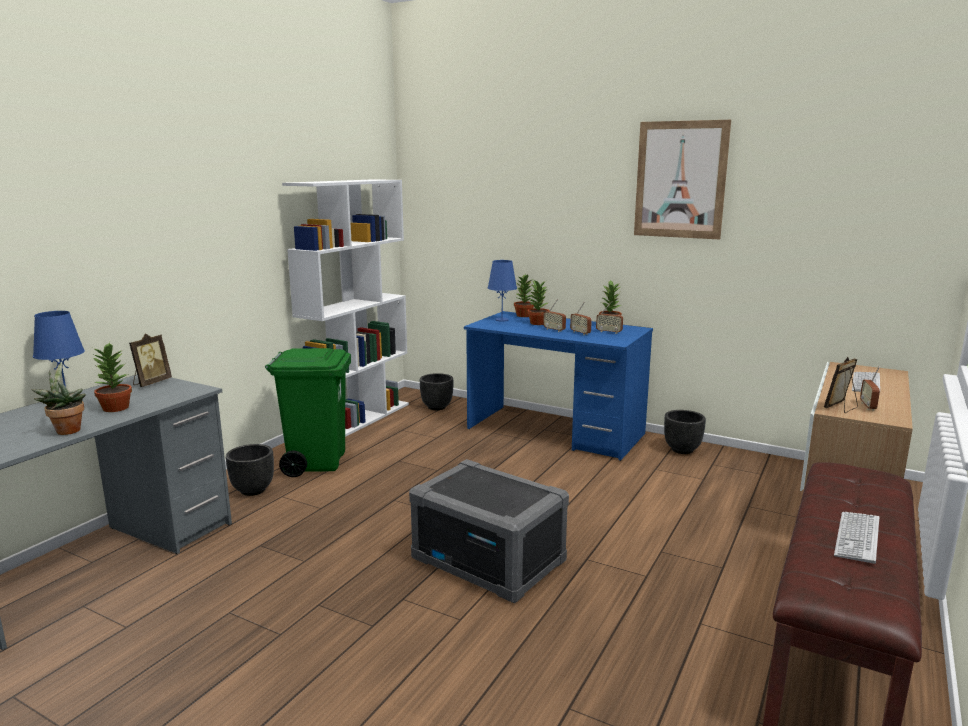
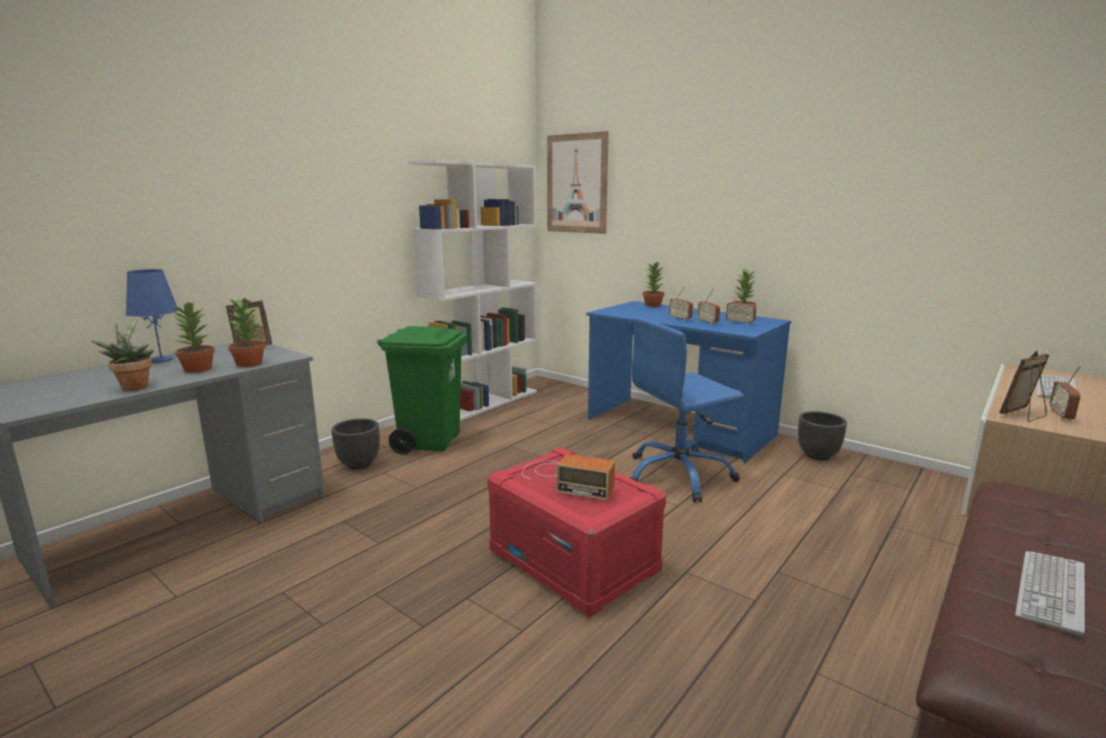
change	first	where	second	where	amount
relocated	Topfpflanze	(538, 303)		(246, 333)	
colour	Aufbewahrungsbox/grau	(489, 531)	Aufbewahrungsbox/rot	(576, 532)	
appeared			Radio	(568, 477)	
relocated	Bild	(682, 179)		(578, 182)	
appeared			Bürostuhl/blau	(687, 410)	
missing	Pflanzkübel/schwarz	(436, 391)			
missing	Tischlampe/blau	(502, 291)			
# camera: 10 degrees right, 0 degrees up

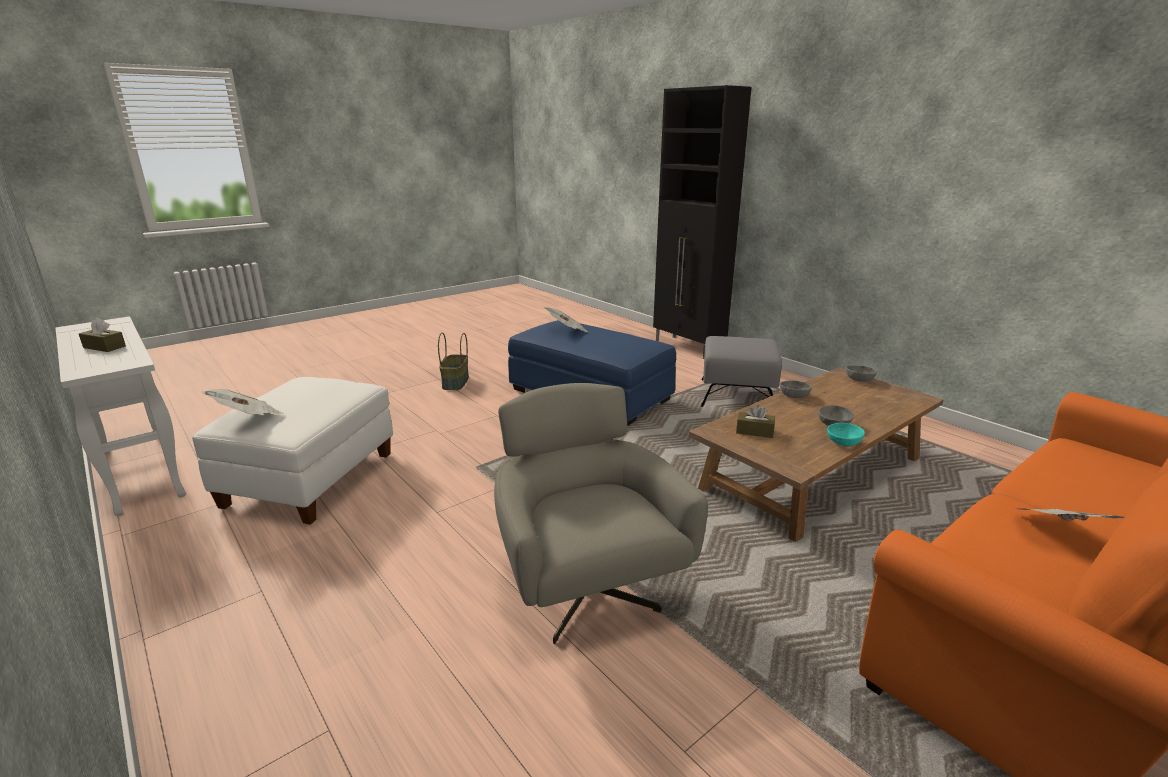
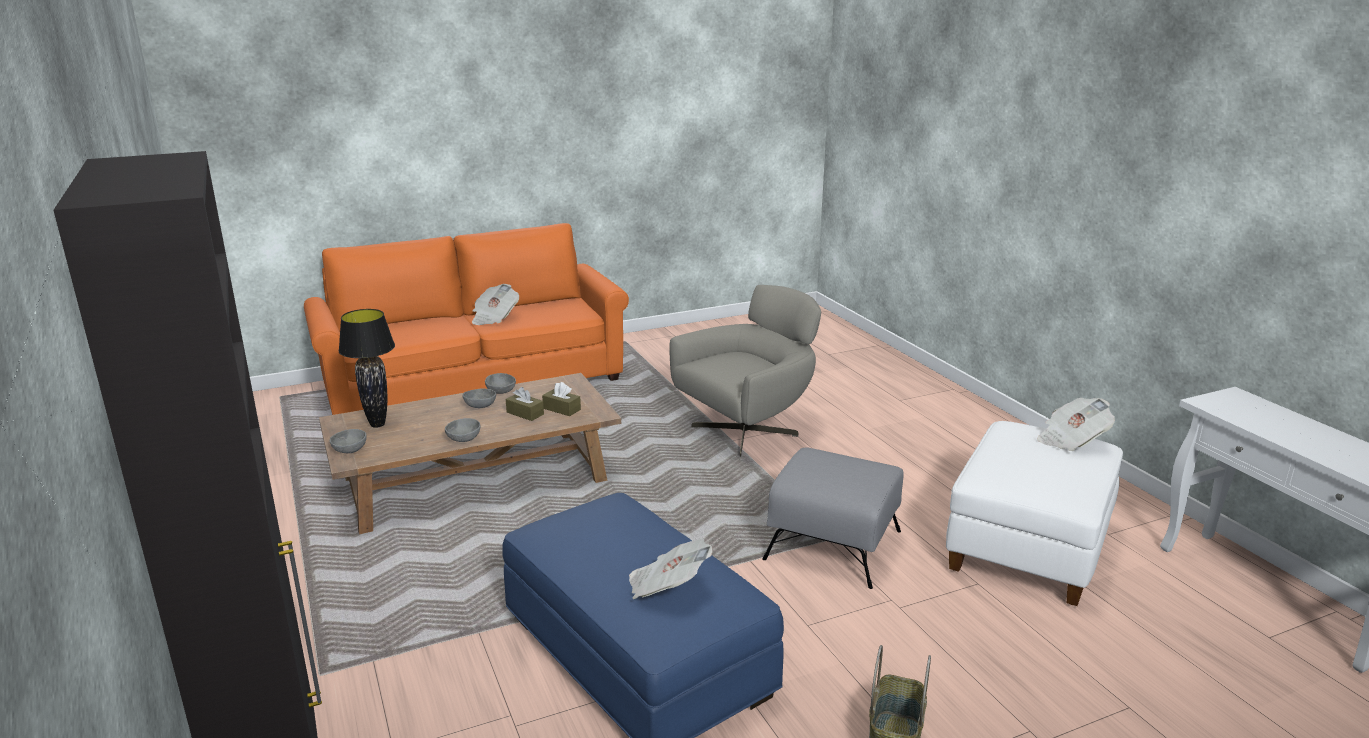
change	first	where	second	where	amount
appeared			Tischlampe/schwarz	(366, 368)	
colour	Schüssel/türkis	(846, 435)	Schüssel/grau	(500, 383)	
relocated	Taschentuchbox/braun	(102, 335)		(525, 404)	
spun	Sessel/grau	(601, 513)		(745, 371)	120 degrees counterclockwise
relocated	Polsterhocker/grau	(741, 371)		(833, 518)	
# camera: 165 degrees left, 0 degrees up

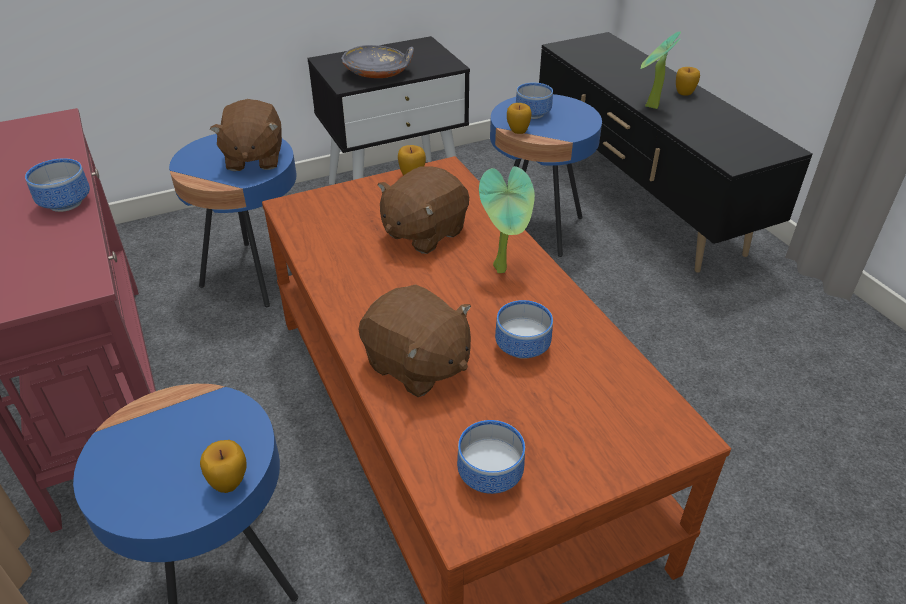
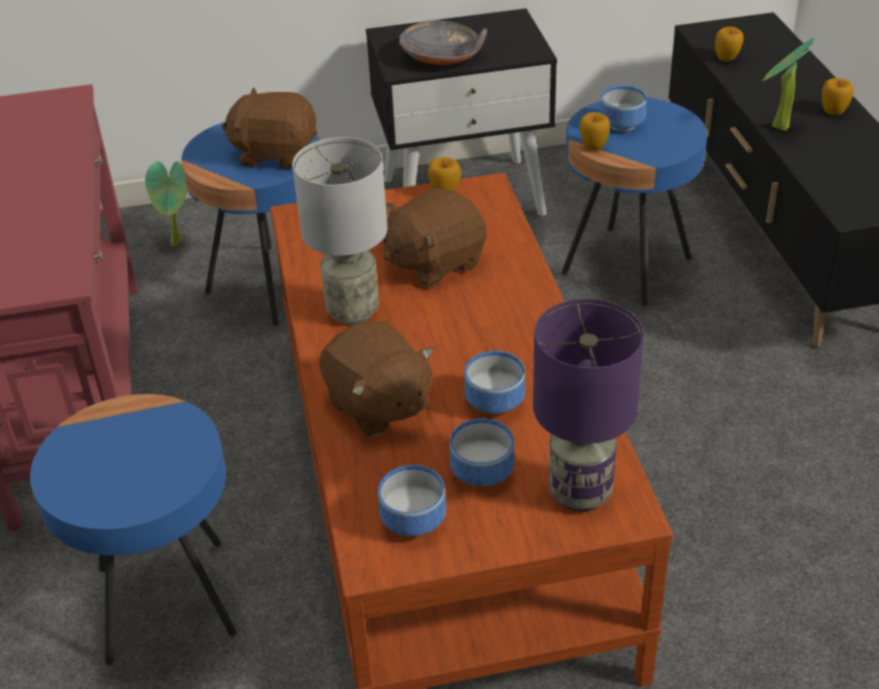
change	first	where	second	where	amount
relocated	Topfpflanze	(507, 219)		(166, 203)	
spun	Plüschtier/braun	(246, 135)		(269, 128)	90 degrees clockwise
appeared			Tischlampe/grau	(339, 231)	
relocated	Schüssel	(57, 185)		(482, 452)	
appeared			Tischlampe/lila	(588, 405)	
relocated	Apfel	(223, 466)		(729, 44)	
# camera: 15 degrees right, 0 degrees up

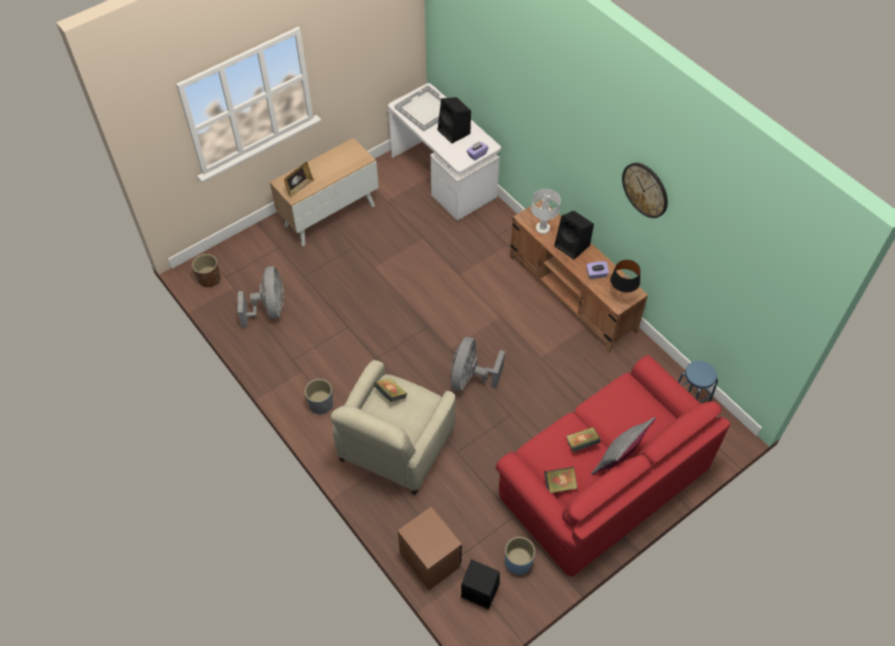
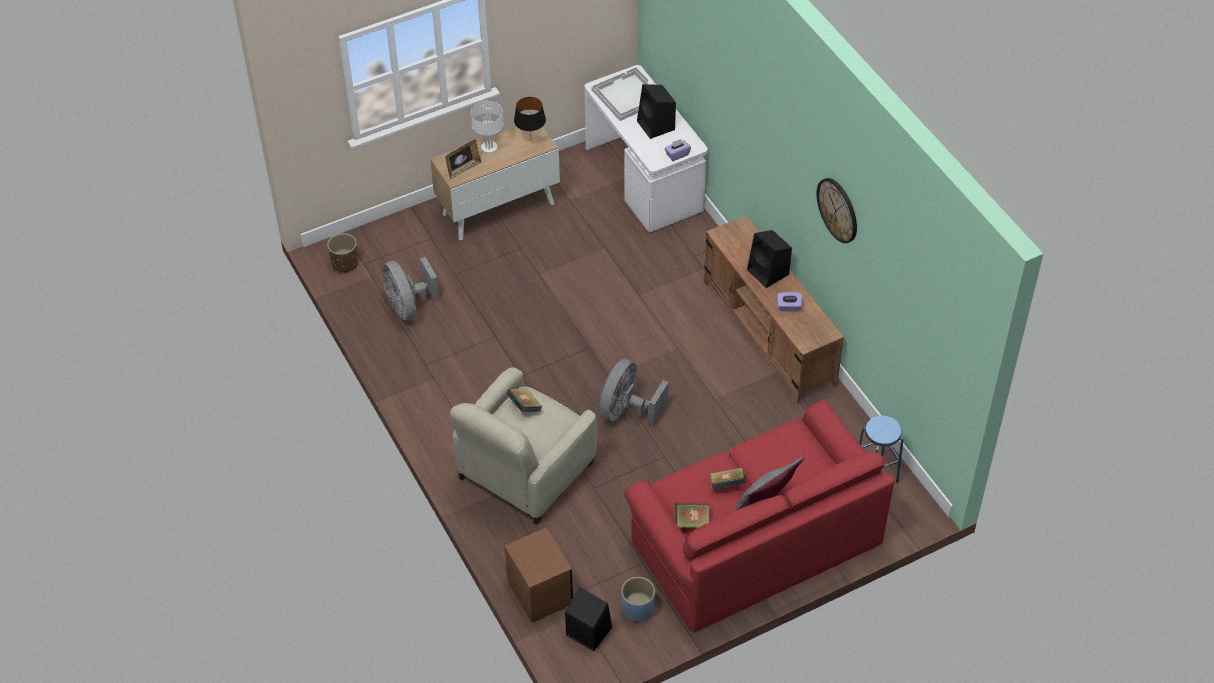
change	first	where	second	where	amount
spun	Ventilator/grau	(260, 297)		(410, 289)	150 degrees clockwise
relocated	Tischlampe/weiß	(546, 211)		(487, 127)	
relocated	Tischlampe/schwarz	(625, 278)		(530, 116)	
missing	Pflanzkübel/grau	(319, 396)			
# camera: 10 degrees right, 5 degrees down

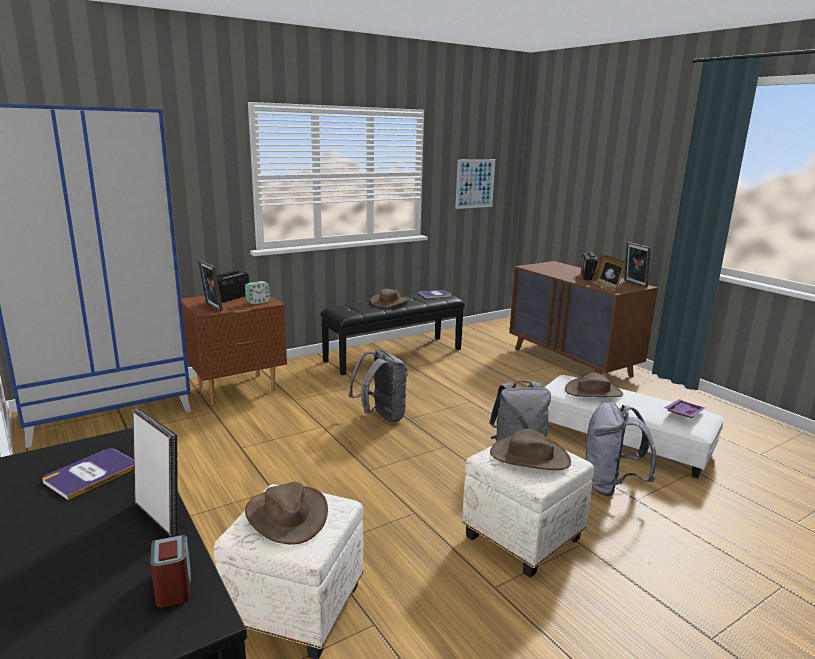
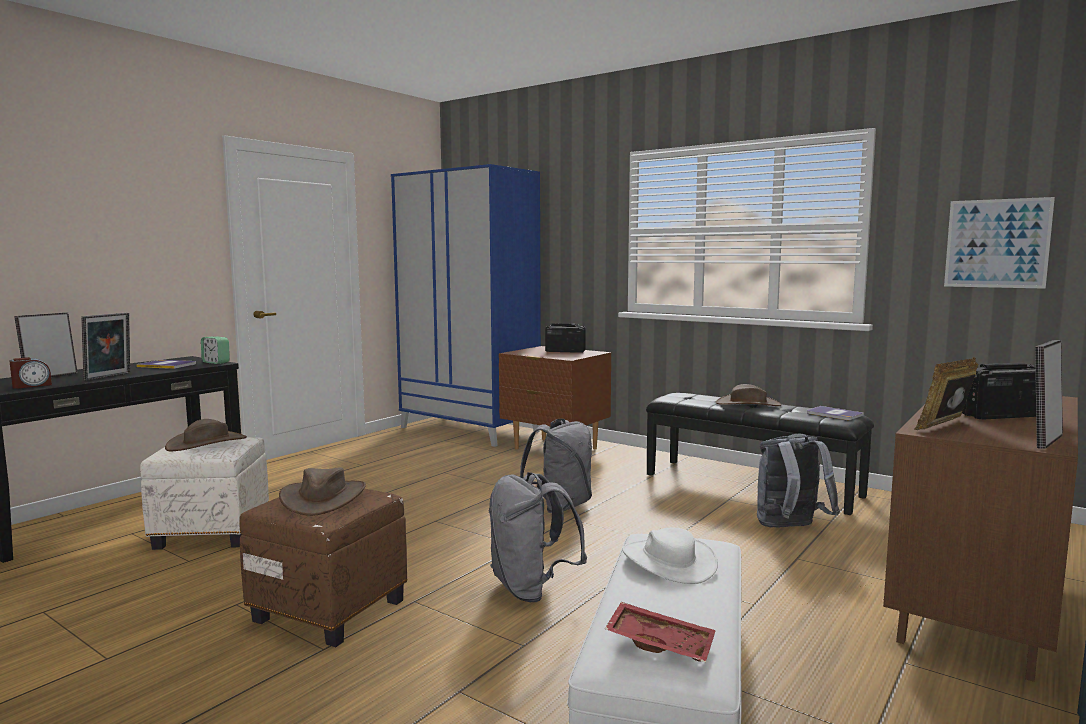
change	first	where	second	where	amount
relocated	Bilderrahmen	(210, 286)		(46, 345)	
relocated	Wecker	(257, 293)		(215, 350)	
colour	Polsterhocker/weiß	(528, 511)	Polsterhocker/braun	(323, 568)	
colour	Tablett/lila	(684, 408)	Tablett/rot	(660, 632)	
colour	Hut/braun	(594, 385)	Hut/weiß	(670, 556)	
relocated	Rucksack/grau	(621, 449)		(798, 481)	
# camera: 70 degrees right, 10 degrees down

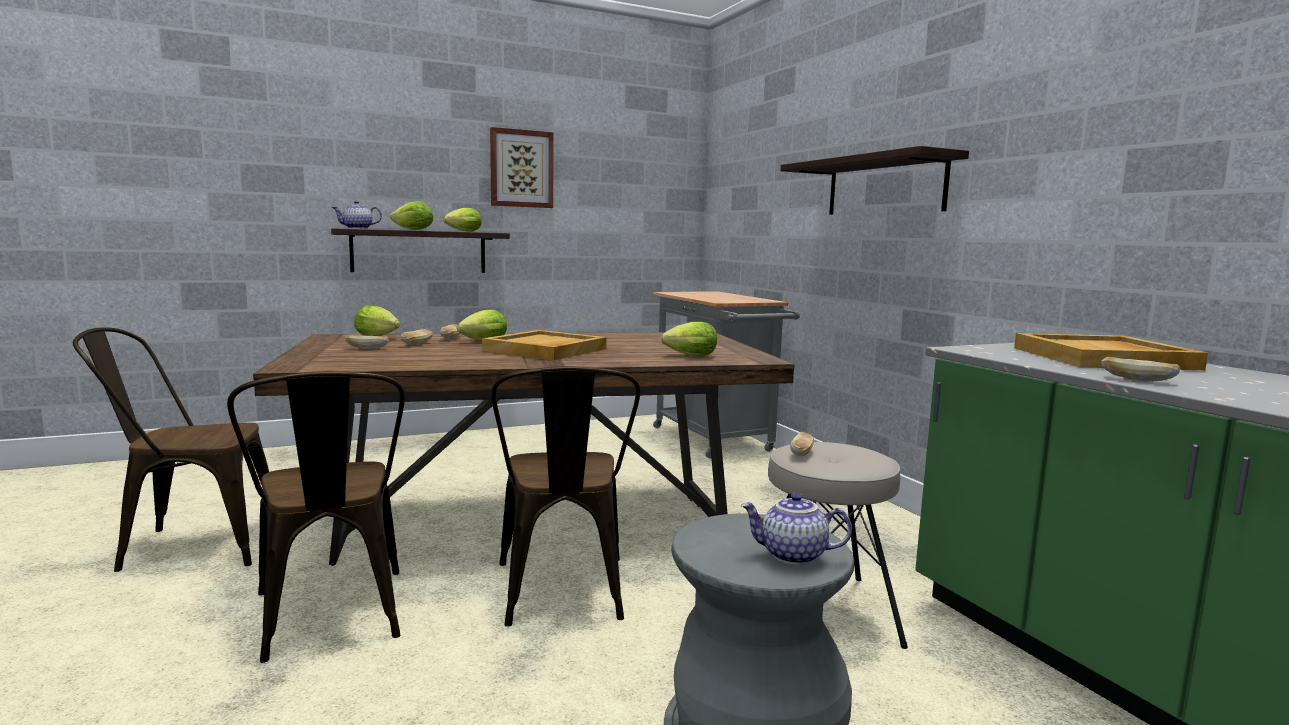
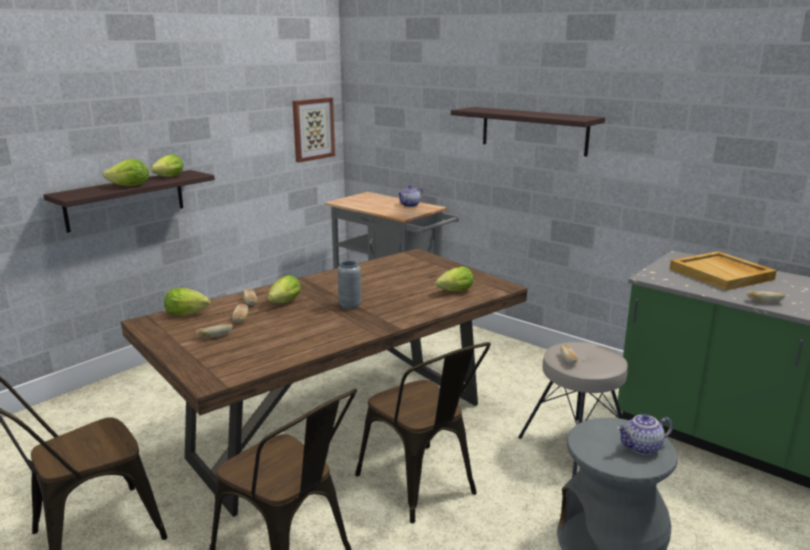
change	first	where	second	where	amount
relocated	Bild	(522, 167)		(314, 130)	
exchanged	Tablett/beige	(544, 345)	Vase/grau	(349, 285)	
relocated	Teekanne	(357, 215)		(410, 196)	
# camera: 25 degrees left, 10 degrees up

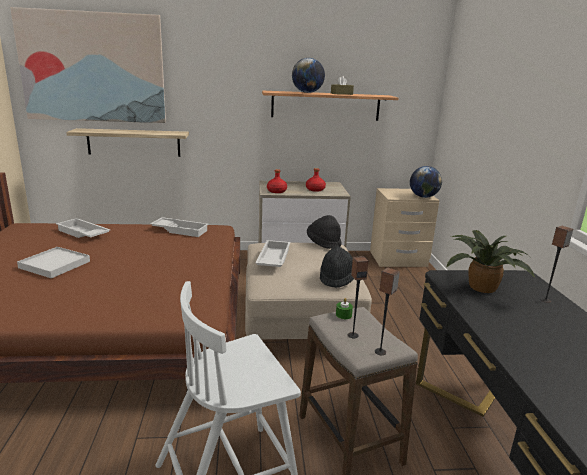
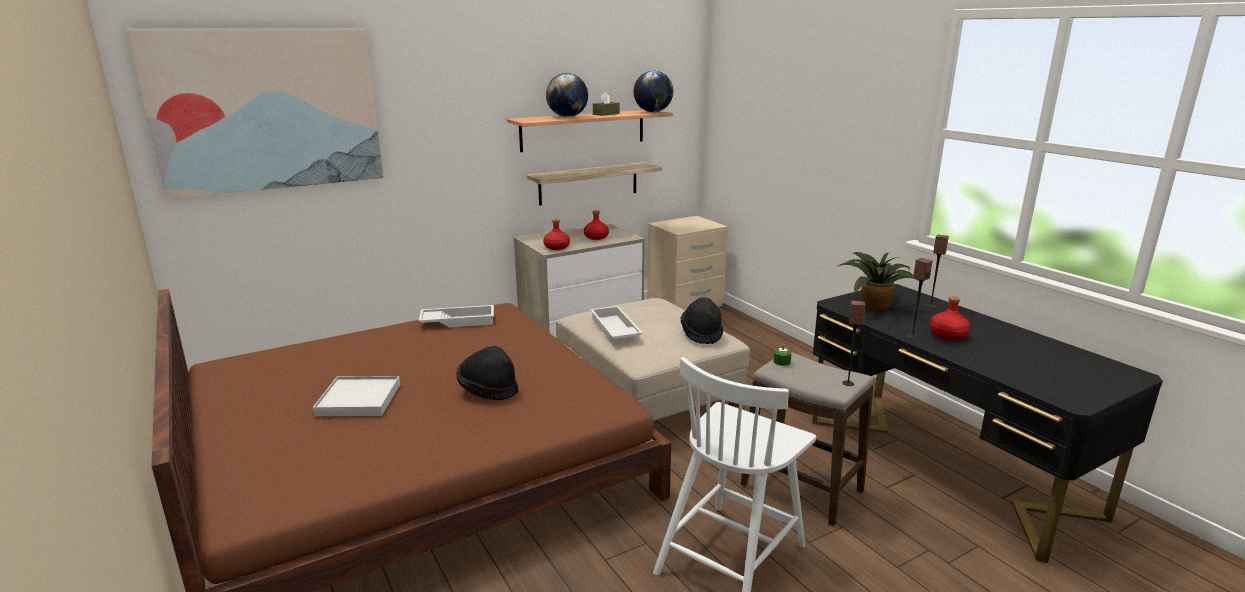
change	first	where	second	where	amount
relocated	Hut/schwarz	(324, 232)		(487, 373)	
relocated	Wandregal	(127, 142)		(594, 184)	
relocated	Globus	(426, 182)		(653, 91)	
relocated	Lautsprecher	(358, 297)		(920, 298)	
appeared			Flasche/rot	(950, 318)	
missing	Tablett/weiß	(83, 228)			
# camera: 25 degrees left, 0 degrees up

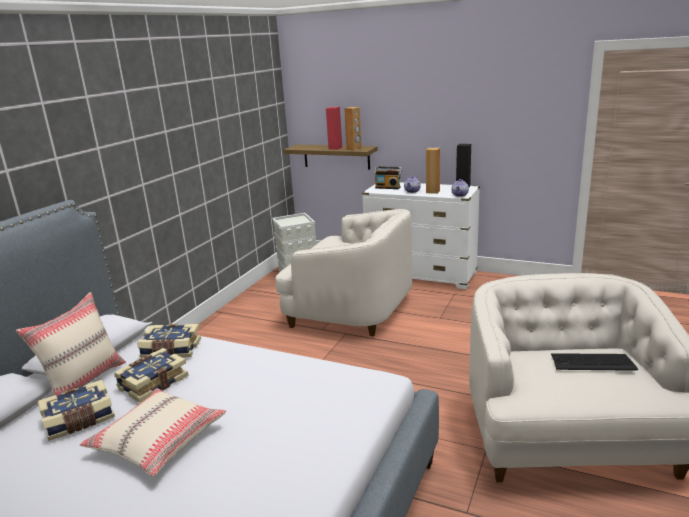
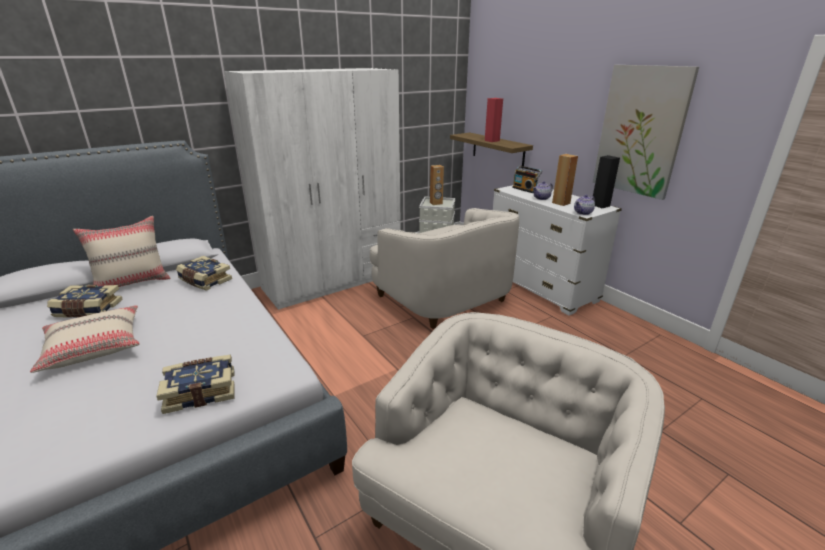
change	first	where	second	where	amount
relocated	Buch	(151, 375)		(195, 384)	
appeared			Kleiderschrank/weiß	(312, 189)	
relocated	Lautsprecher/braun	(353, 129)		(437, 185)	
appeared			Bild	(646, 132)	
missing	Tastatur	(594, 362)			
# camera: 30 degrees right, 5 degrees up

